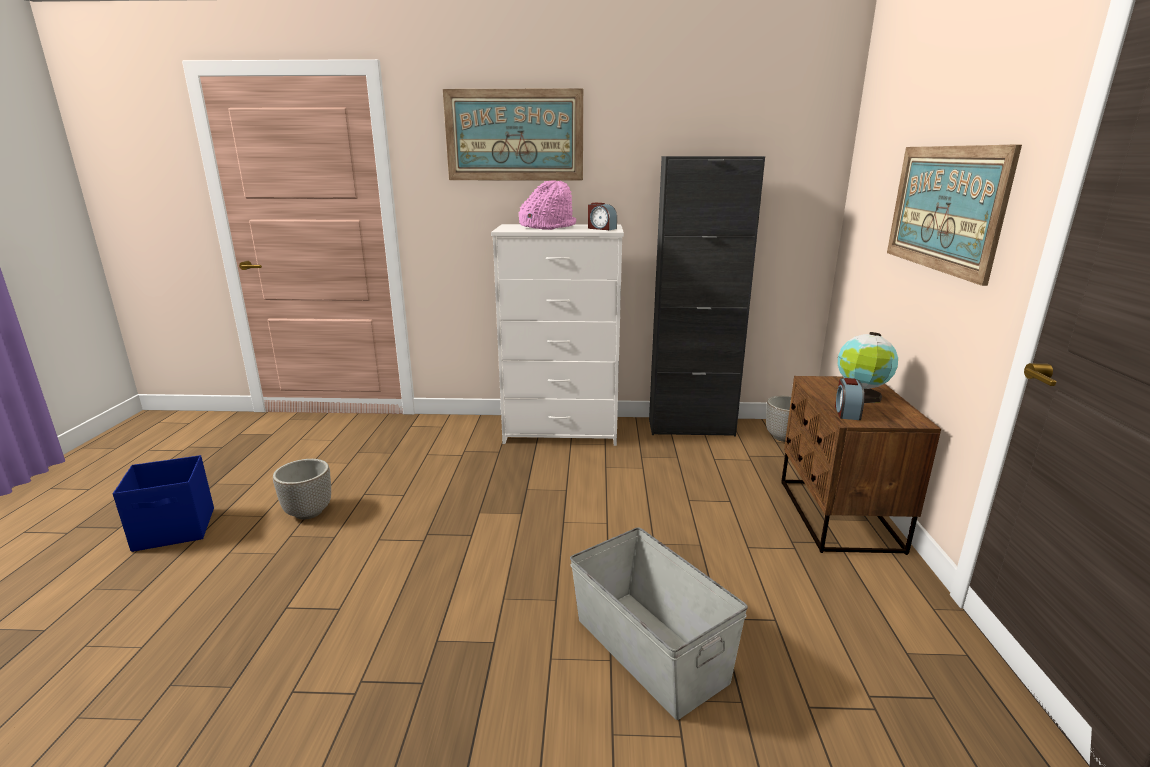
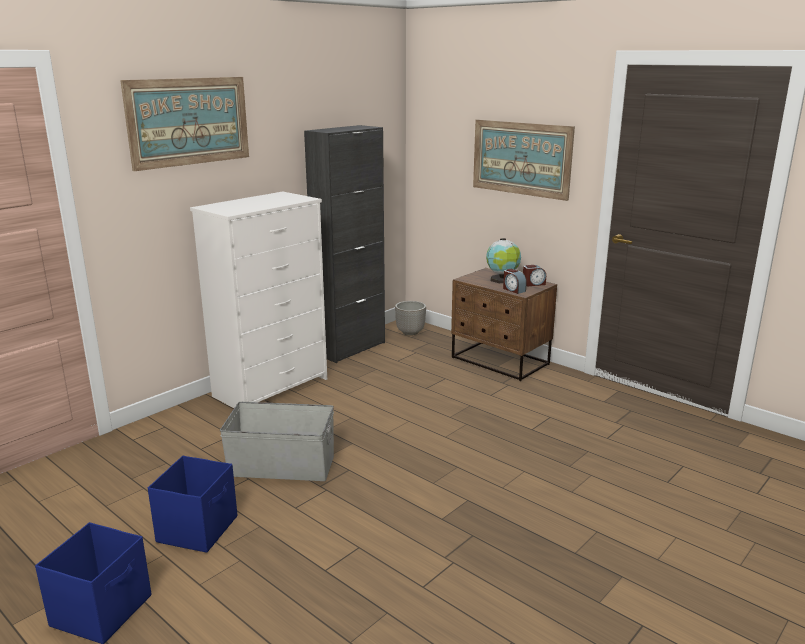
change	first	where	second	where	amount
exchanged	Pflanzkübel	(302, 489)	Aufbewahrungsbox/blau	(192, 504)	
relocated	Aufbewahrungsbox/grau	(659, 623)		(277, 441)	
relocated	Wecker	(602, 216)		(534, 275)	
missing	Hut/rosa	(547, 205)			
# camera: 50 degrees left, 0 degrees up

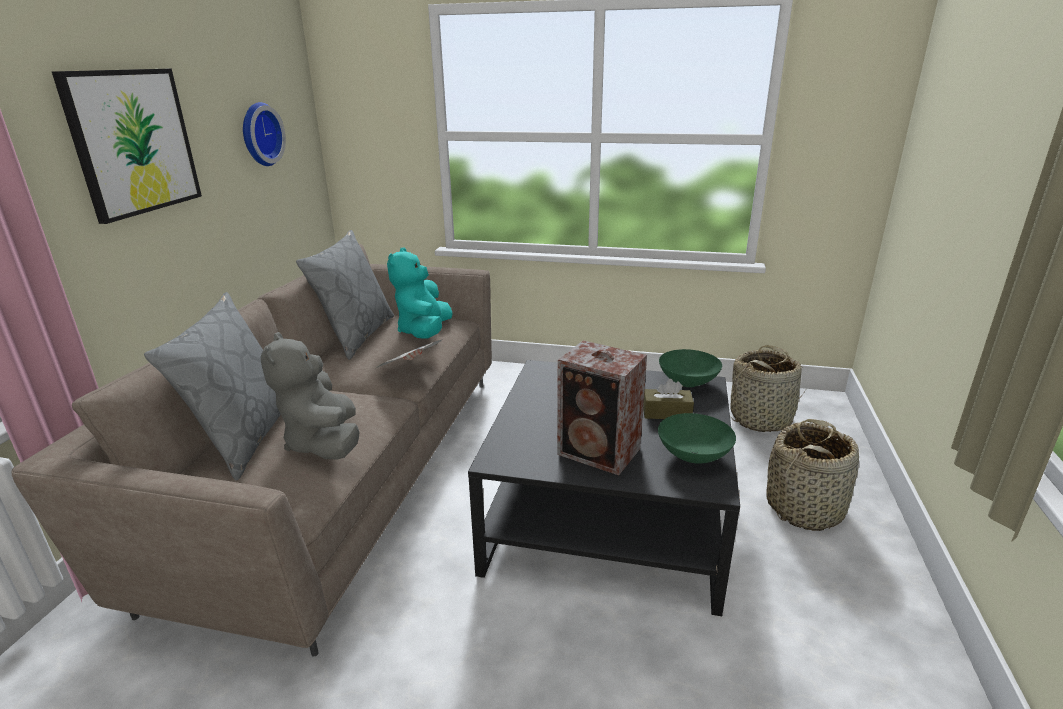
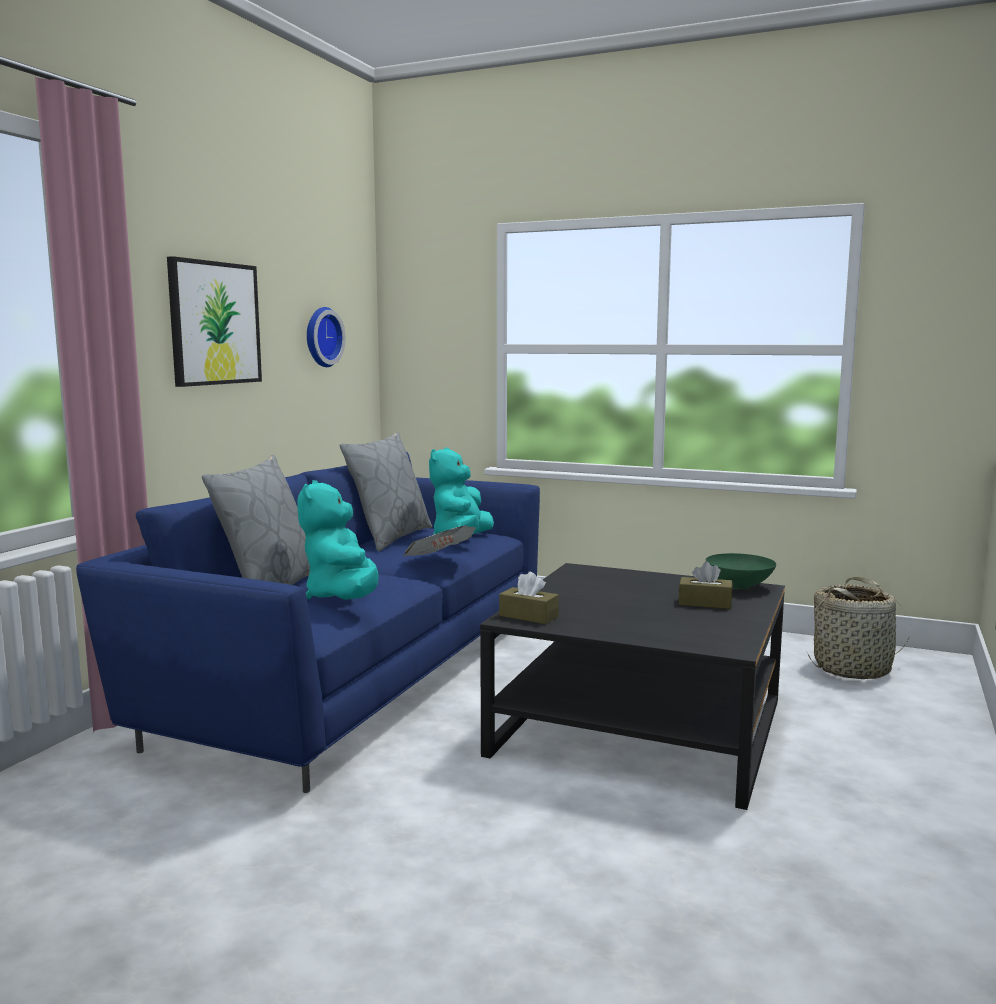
change	first	where	second	where	amount
colour	Sofa/beige	(252, 449)	Sofa/blau	(308, 622)	
colour	Plüschtier/grau	(310, 395)	Plüschtier/türkis	(338, 540)	
appeared			Taschentuchbox/braun	(529, 598)	
missing	Lautsprecher	(602, 407)			
missing	Schüssel/grün	(697, 438)			
missing	Korb	(812, 475)			
# camera: 10 degrees right, 15 degrees down

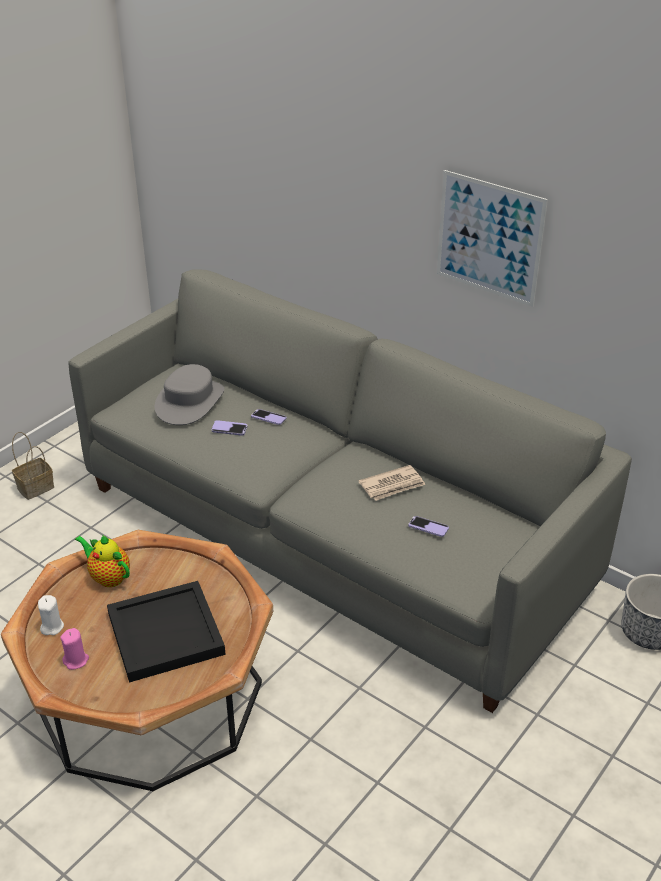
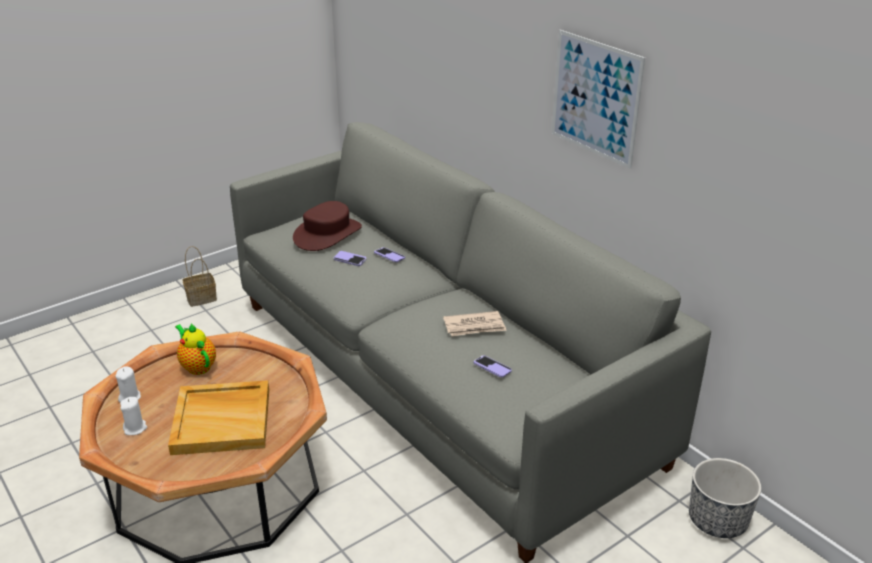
change	first	where	second	where	amount
colour	Kerze/rosa	(74, 649)	Kerze/weiß	(133, 416)	
colour	Tablett/schwarz	(166, 632)	Tablett/beige	(218, 417)	
colour	Hut/grau	(189, 394)	Hut/braun	(327, 226)	
# camera: 15 degrees right, 5 degrees down

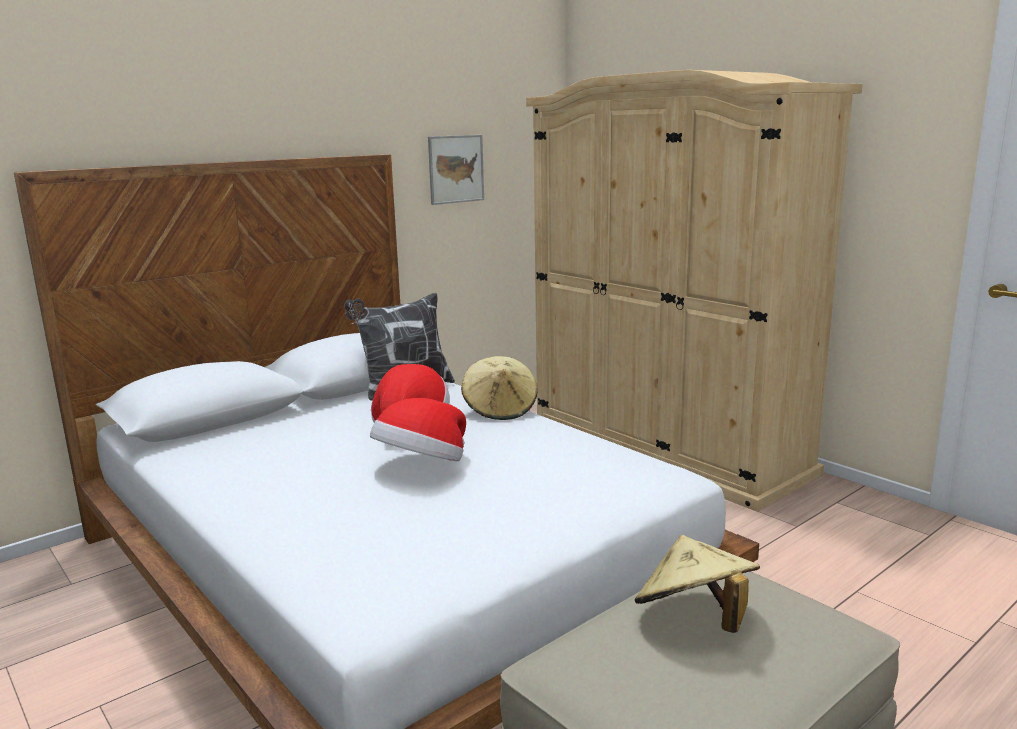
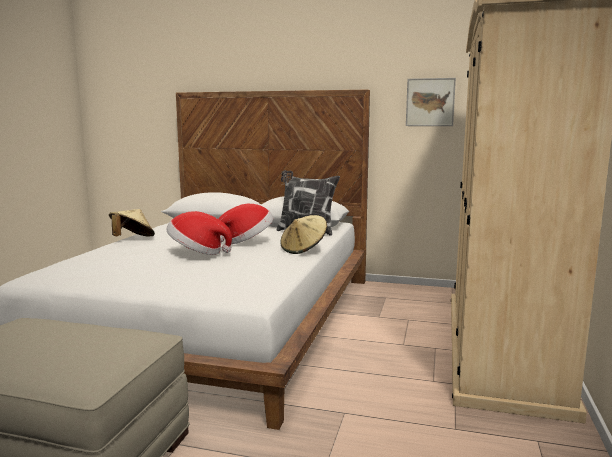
change	first	where	second	where	amount
relocated	Hut/beige	(697, 584)		(132, 223)	
# camera: 55 degrees right, 5 degrees down

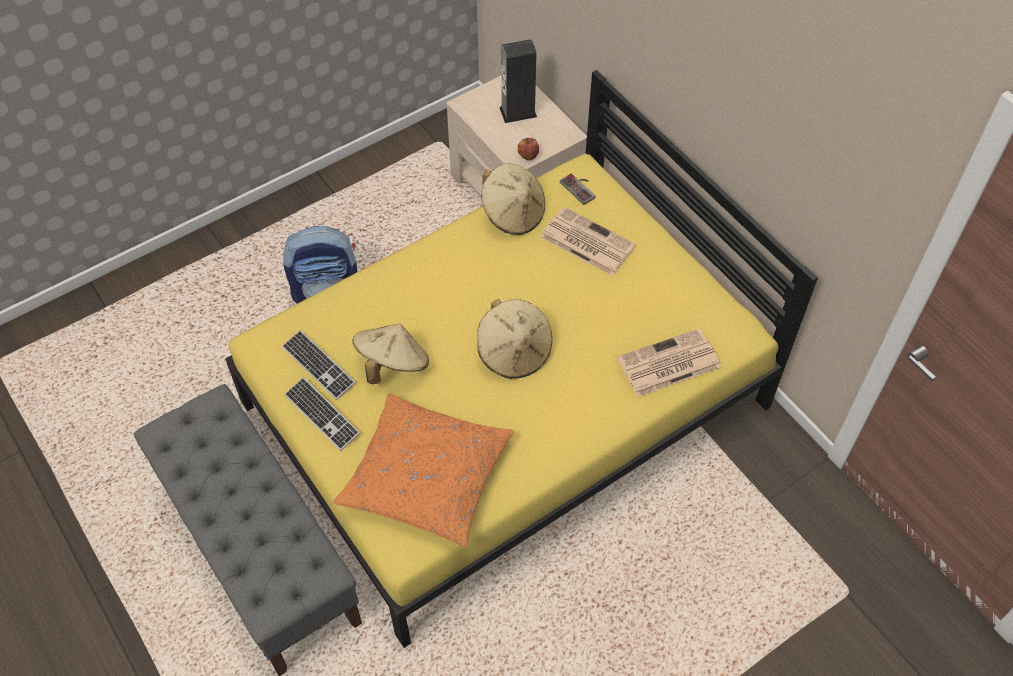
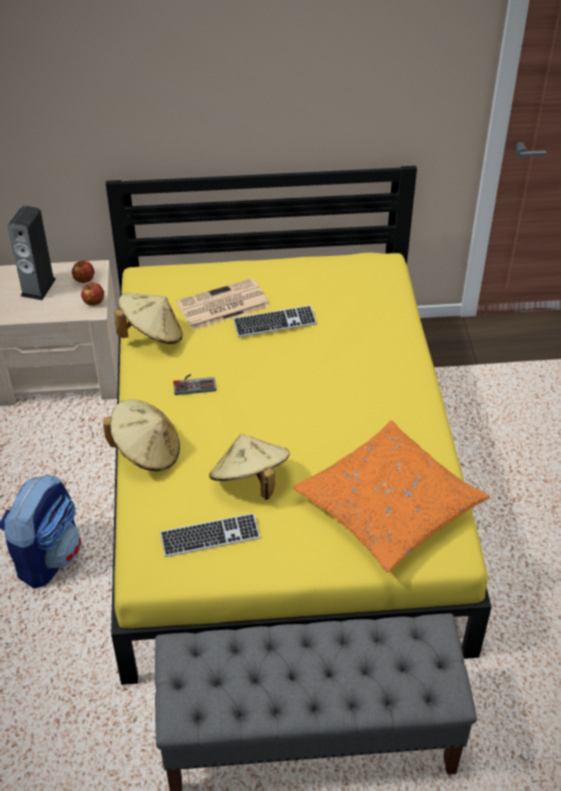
change	first	where	second	where	amount
appeared			Apfel	(83, 272)	
relocated	Hut/beige	(515, 339)		(141, 435)	
relocated	Gamepad	(578, 189)		(194, 384)	
relocated	Tastatur	(322, 414)		(275, 321)	
missing	Zeitung	(669, 362)			
# camera: 60 degrees left, 10 degrees down

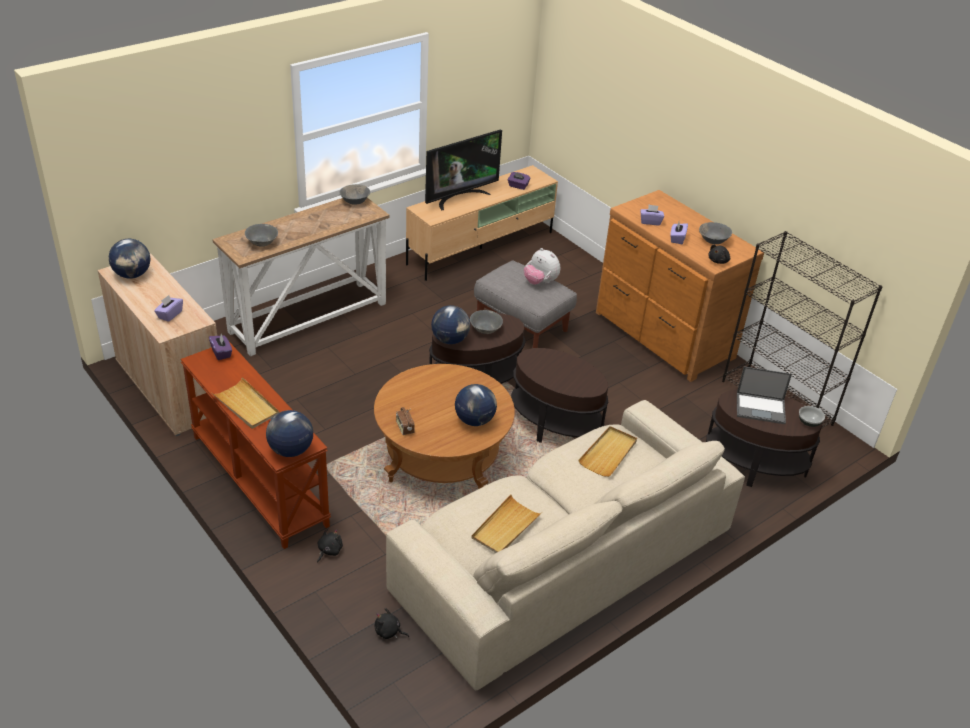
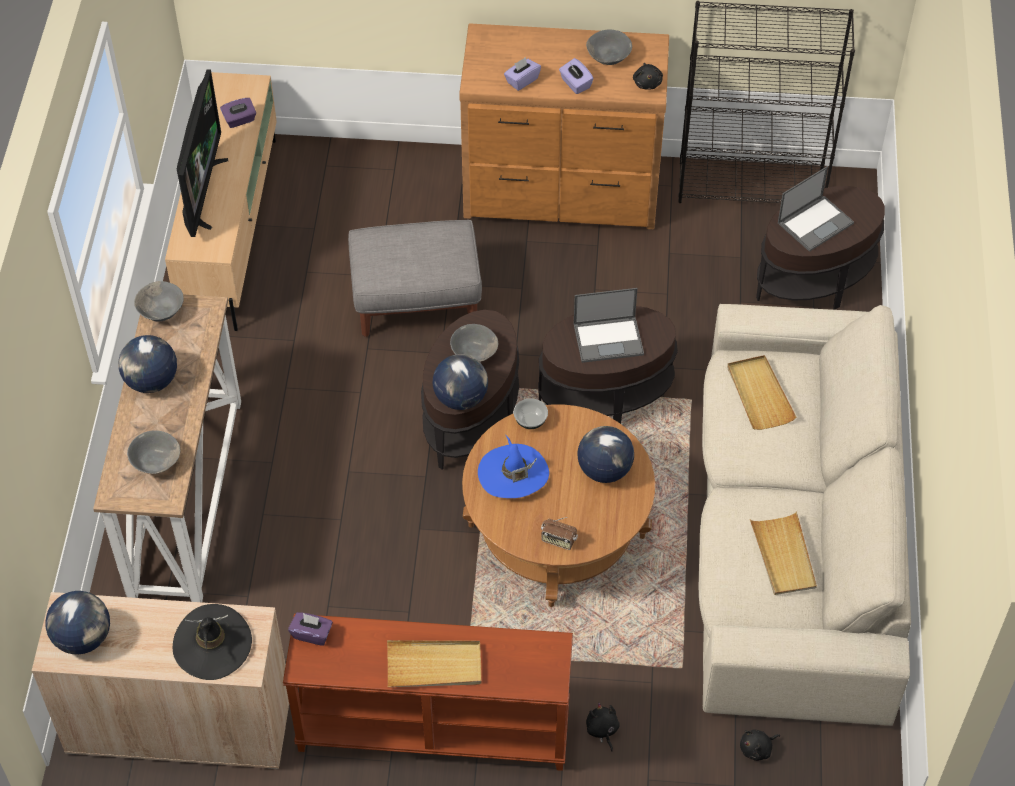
change	first	where	second	where	amount
relocated	Globus	(289, 433)		(147, 364)	
exchanged	Taschentuchbox/lila	(168, 308)	Hut/schwarz	(212, 642)	
appeared			Hut/blau	(513, 466)	
relocated	Schüssel	(812, 416)		(531, 413)	
appeared			Laptop	(609, 325)	
missing	Plüschtier	(542, 266)			
# camera: 45 degrees left, 15 degrees up

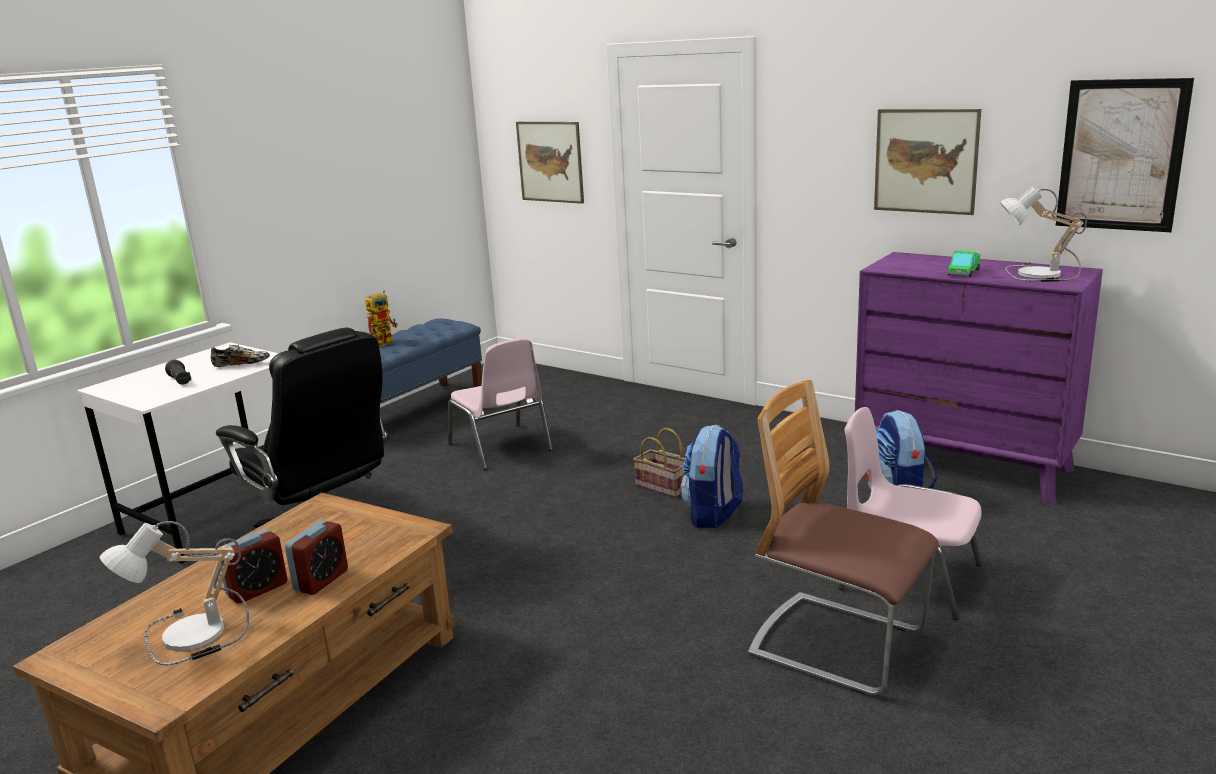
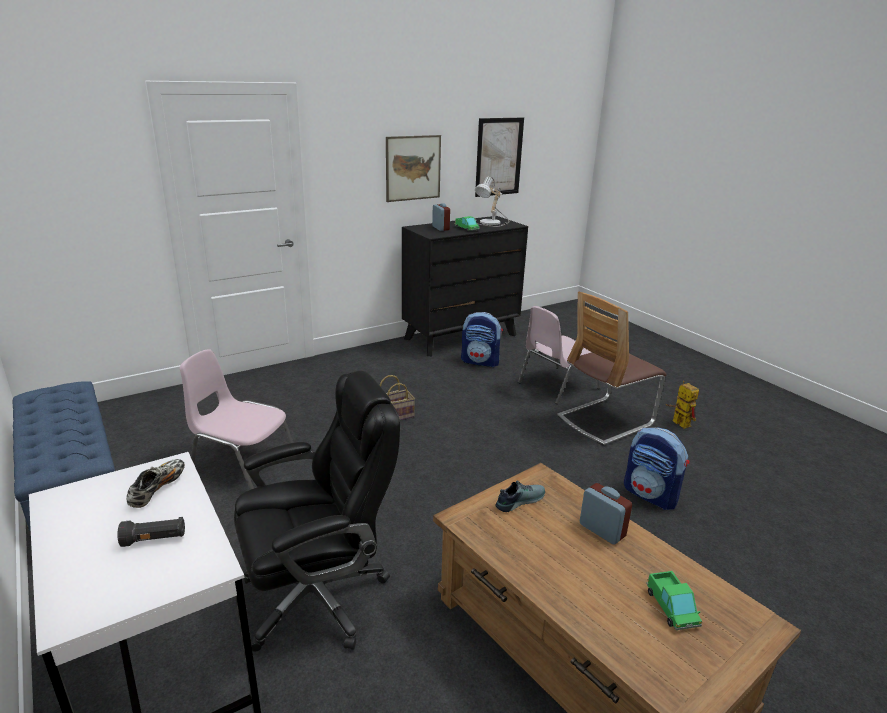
change	first	where	second	where	amount
spun	Stuhl/rosa	(500, 404)		(237, 419)	150 degrees counterclockwise
colour	Kommode/lila	(979, 378)	Kommode/schwarz	(465, 286)	
relocated	Wecker	(252, 566)		(441, 217)	
appeared			Schuh	(520, 496)	
relocated	Rucksack	(711, 476)		(657, 468)	
exchanged	Tischlampe	(174, 593)	Spielzeuglaster	(674, 600)	
relocated	Spielzeugroboter	(381, 318)		(682, 404)	
missing	Bild	(550, 163)			
# camera: 70 degrees left, 5 degrees up

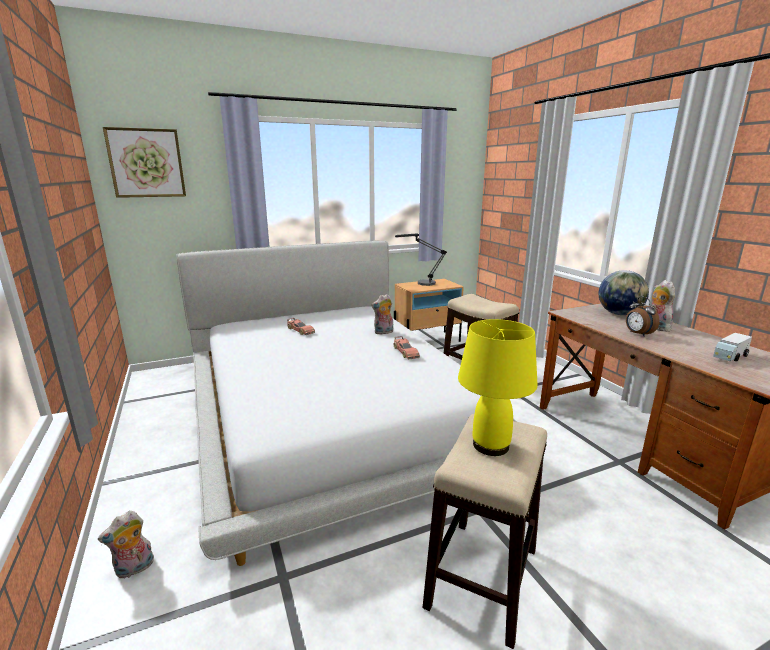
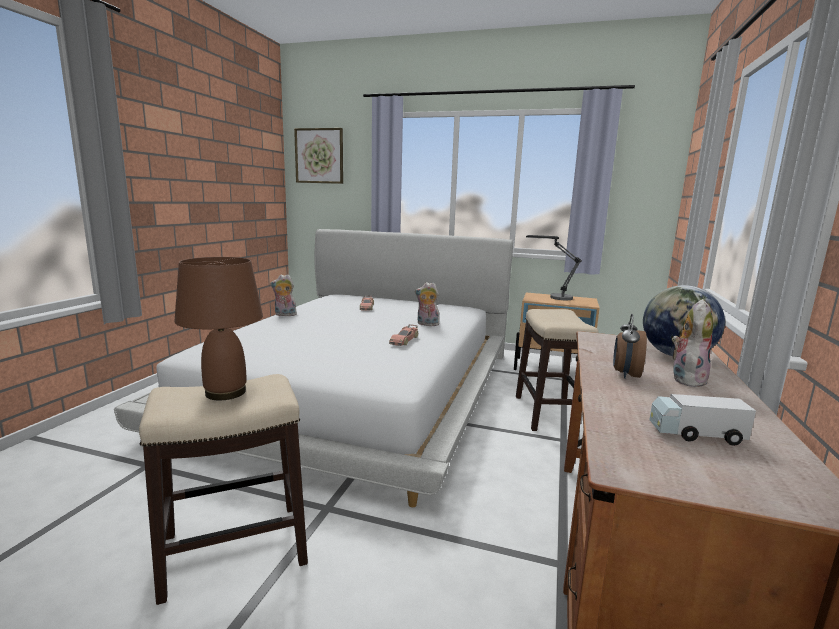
change	first	where	second	where	amount
colour	Tischlampe/gelb	(498, 387)	Tischlampe/braun	(218, 328)	
relocated	Plüschtier	(126, 544)		(283, 295)	
# camera: 40 degrees right, 5 degrees down

